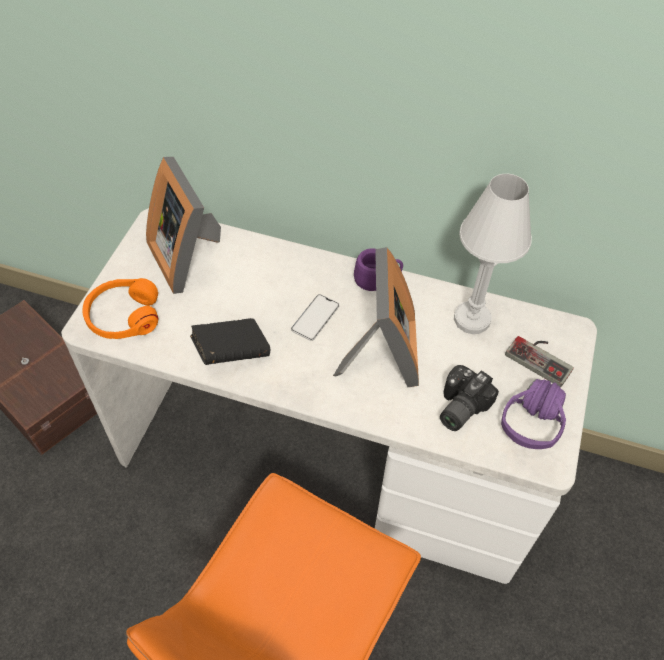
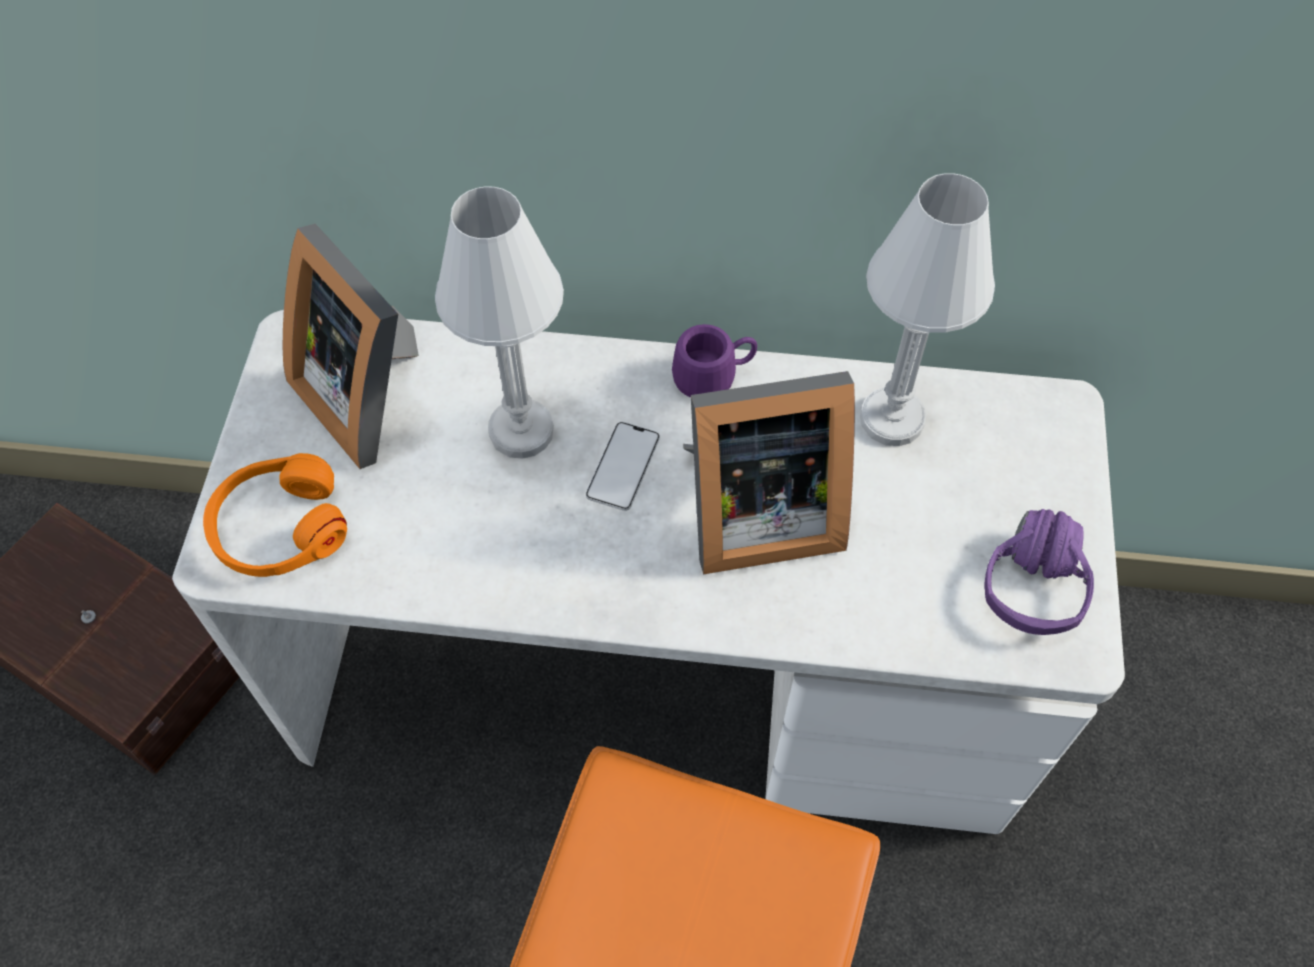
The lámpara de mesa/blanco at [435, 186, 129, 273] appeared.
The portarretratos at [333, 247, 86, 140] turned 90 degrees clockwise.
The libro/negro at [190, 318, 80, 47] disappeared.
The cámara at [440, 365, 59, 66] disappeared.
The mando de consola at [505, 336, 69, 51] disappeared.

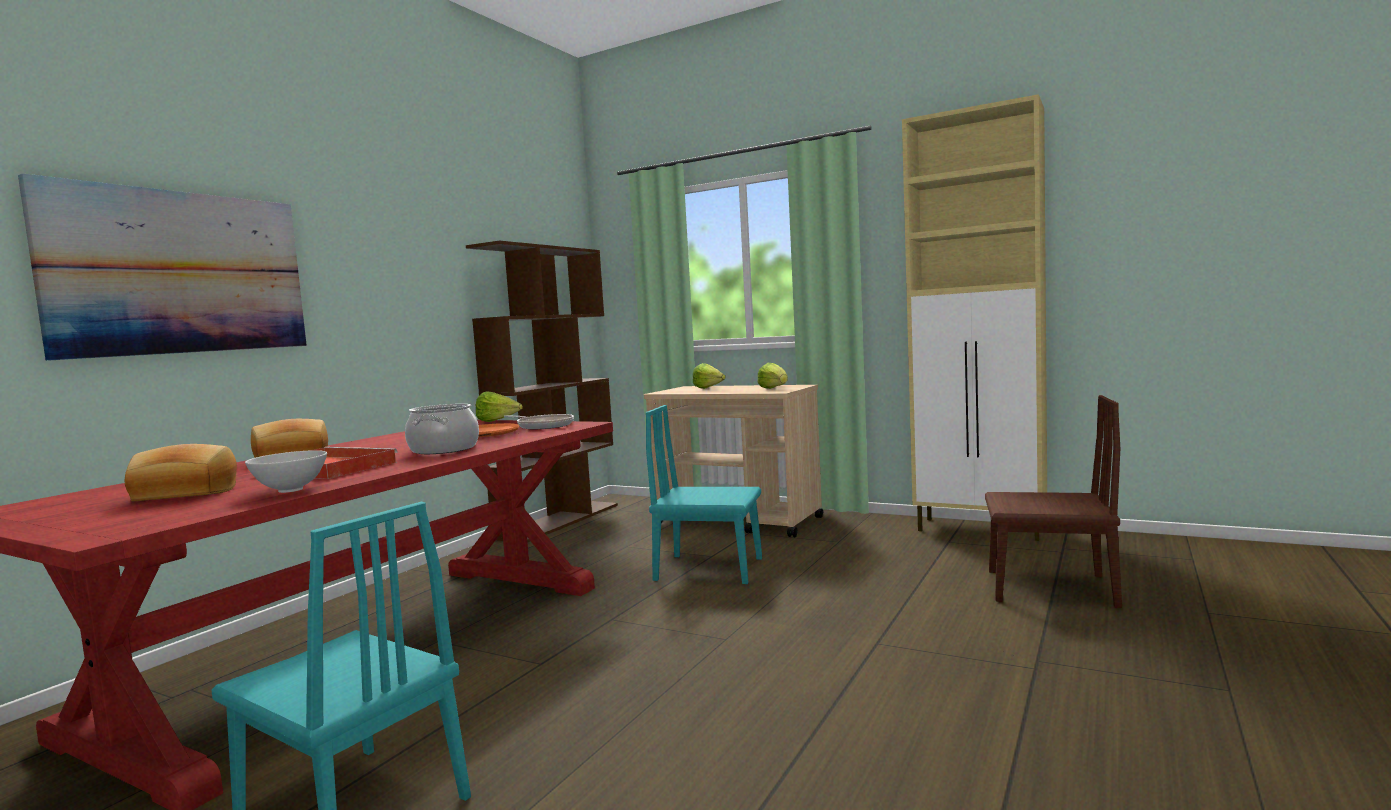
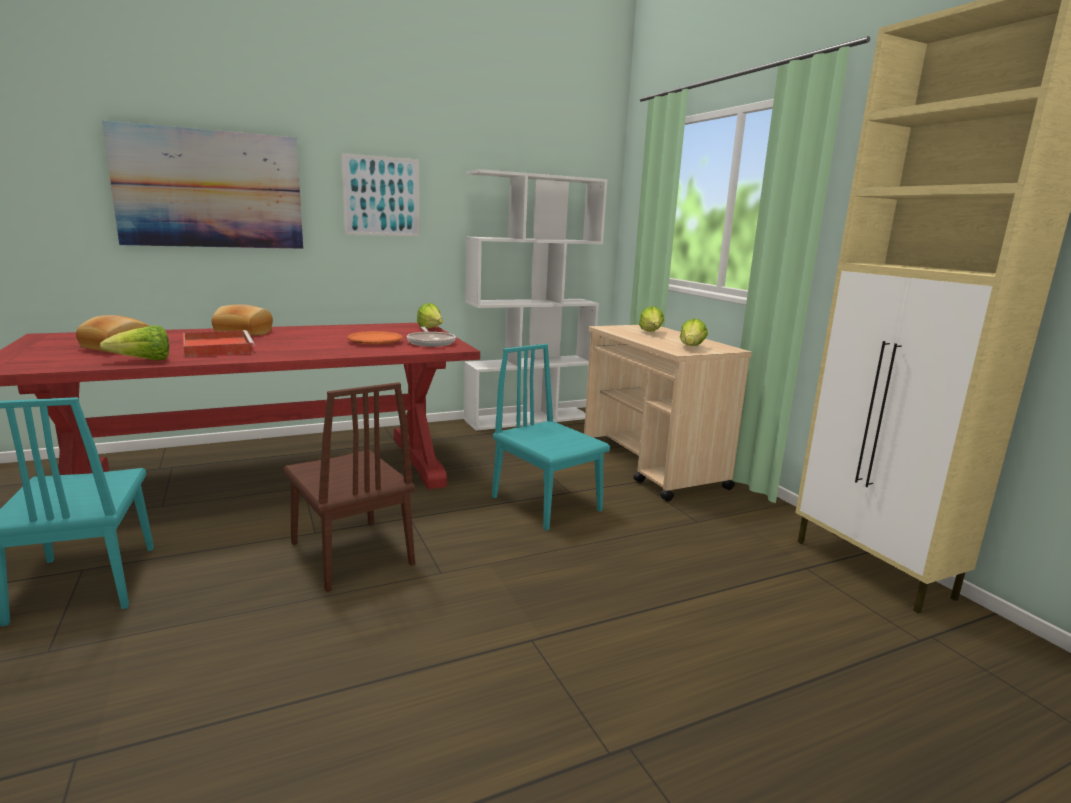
The cuenco/blanco at [245, 450, 82, 43] was replaced by the lechuga at [100, 325, 69, 36].
The silla/marrón moved from [985, 395, 137, 213] to [283, 382, 132, 210].
The cuadro at [341, 153, 79, 84] appeared.
The estantería/marrón at [466, 241, 152, 302] became the estantería/blanco at [464, 169, 144, 262].
The olla at [405, 404, 74, 50] disappeared.

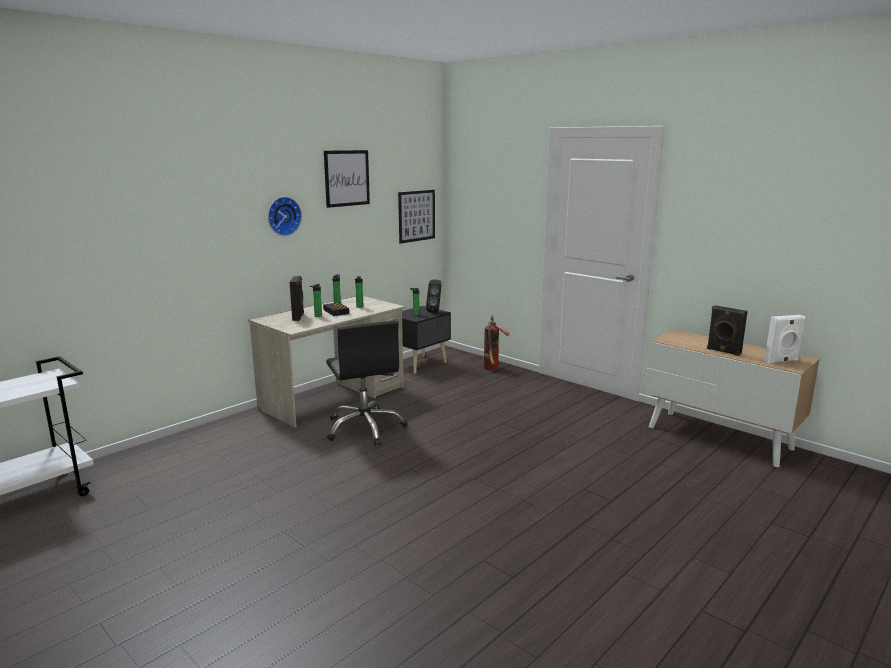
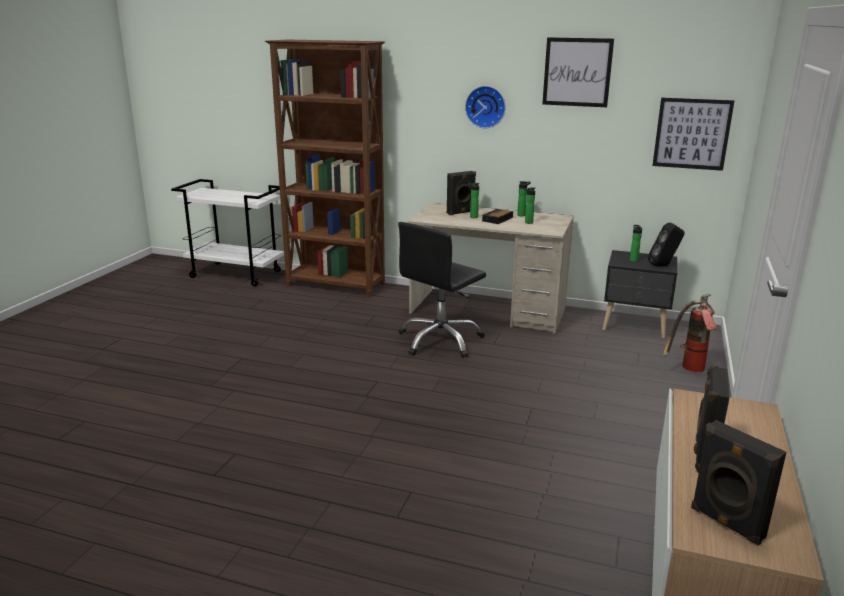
The estantería/marrón at [265, 40, 120, 258] appeared.
The altavoz/blanco at [764, 315, 42, 49] became the altavoz/negro at [691, 420, 96, 126].

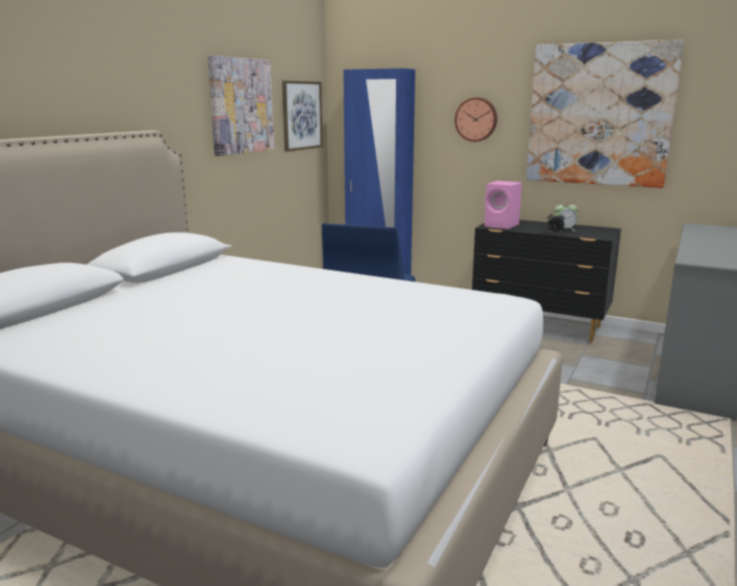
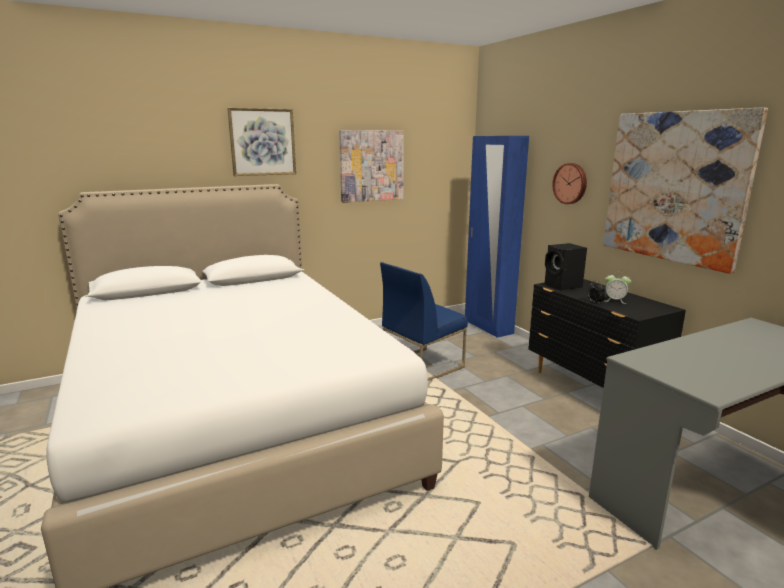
The cuadro moved from [282, 81, 41, 71] to [227, 108, 69, 68].
The altavoz/rosa at [484, 181, 38, 48] became the altavoz/negro at [545, 243, 42, 47].

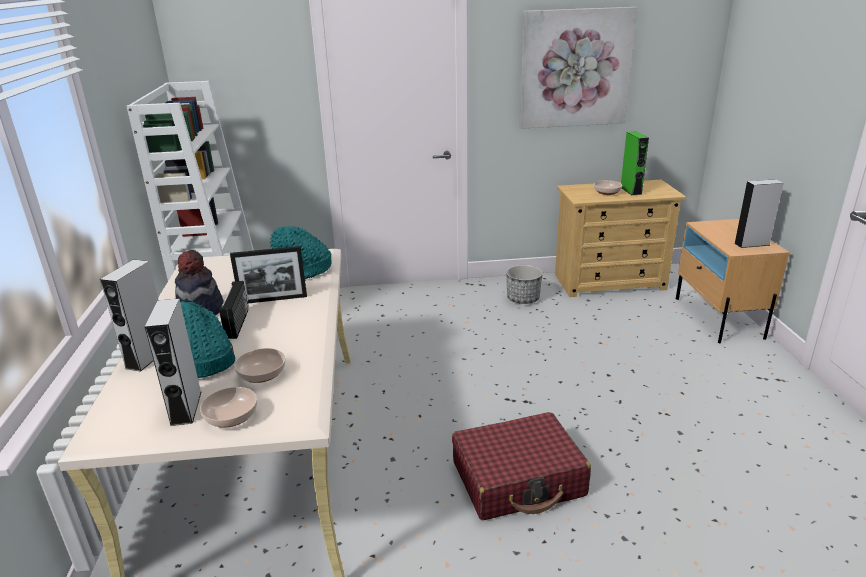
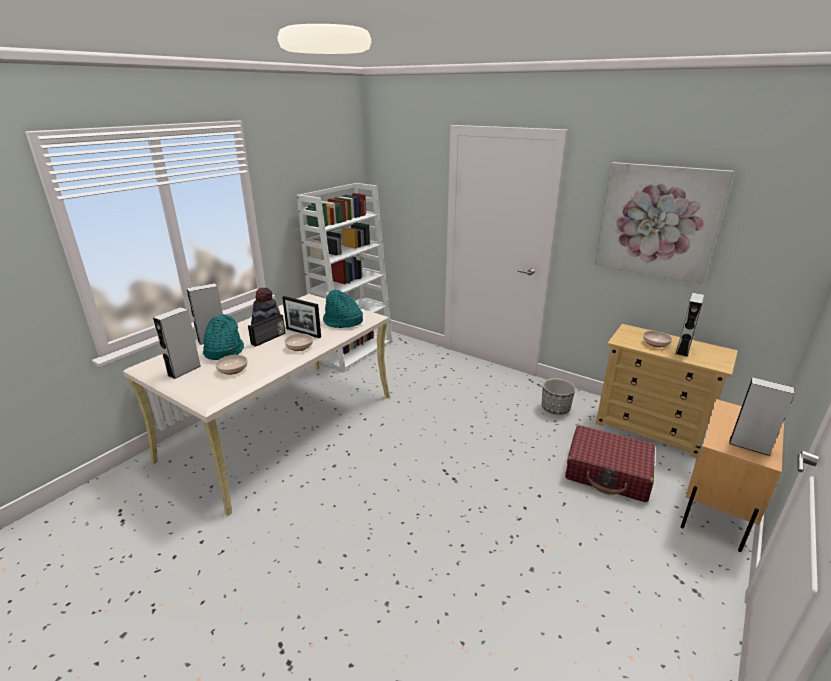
The cuenco moved from [200, 387, 57, 41] to [284, 334, 29, 17].
The maleta/rojo moved from [452, 412, 139, 108] to [565, 425, 90, 77].
The altavoz/verde at [621, 131, 28, 65] became the altavoz/gris at [676, 293, 28, 64].

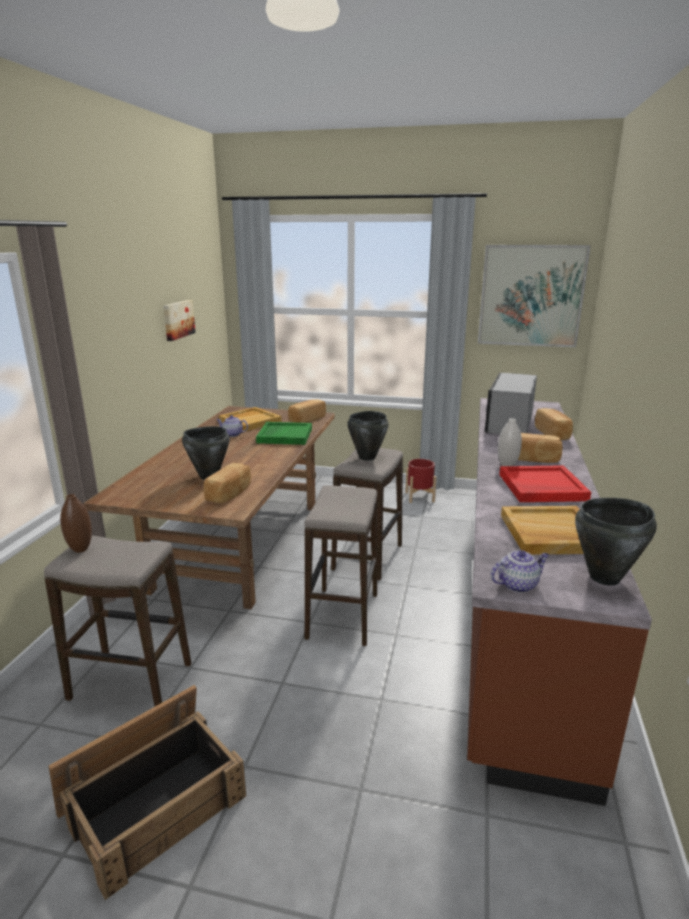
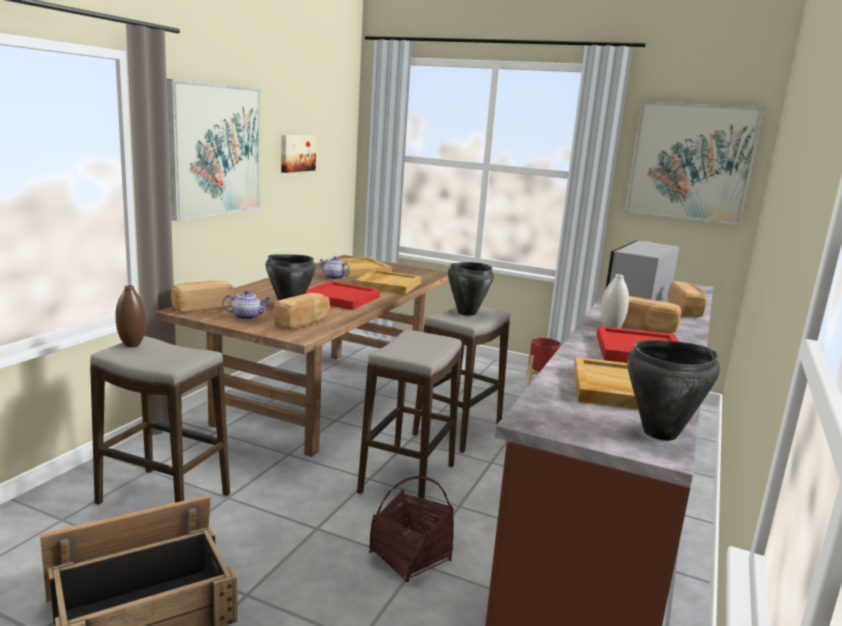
The cuadro at [167, 79, 94, 142] appeared.
The pan moved from [288, 399, 38, 24] to [171, 281, 63, 32].
The tetera moved from [491, 550, 58, 43] to [222, 290, 48, 30].
The bandeja/rojo at [306, 281, 74, 29] appeared.
The bandeja/verde at [256, 422, 56, 23] became the bandeja/beis at [355, 270, 66, 25].
The cesta at [369, 476, 85, 106] appeared.

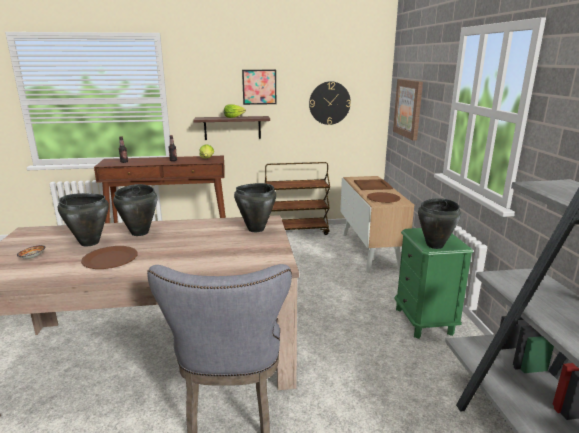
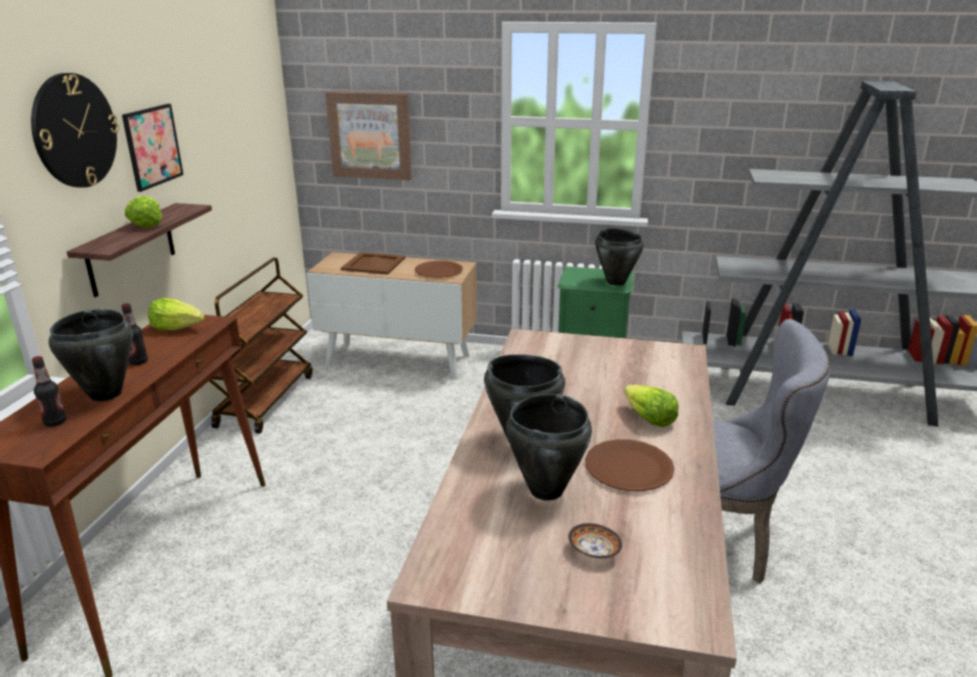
The reloj de pared moved from [309, 81, 42, 44] to [31, 73, 88, 115].
The olla/negro moved from [234, 183, 42, 49] to [49, 309, 84, 93].
The lechuga at [624, 385, 55, 42] appeared.

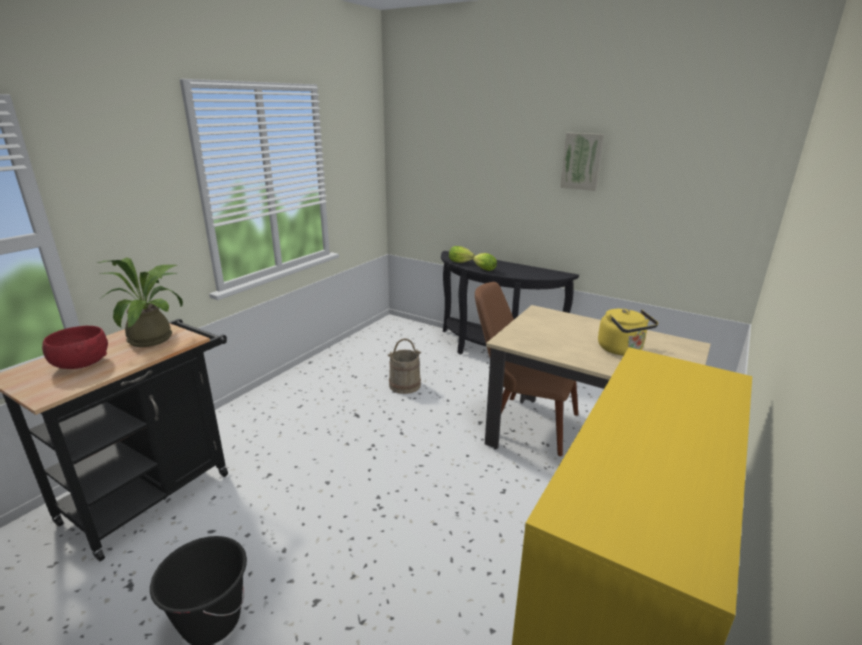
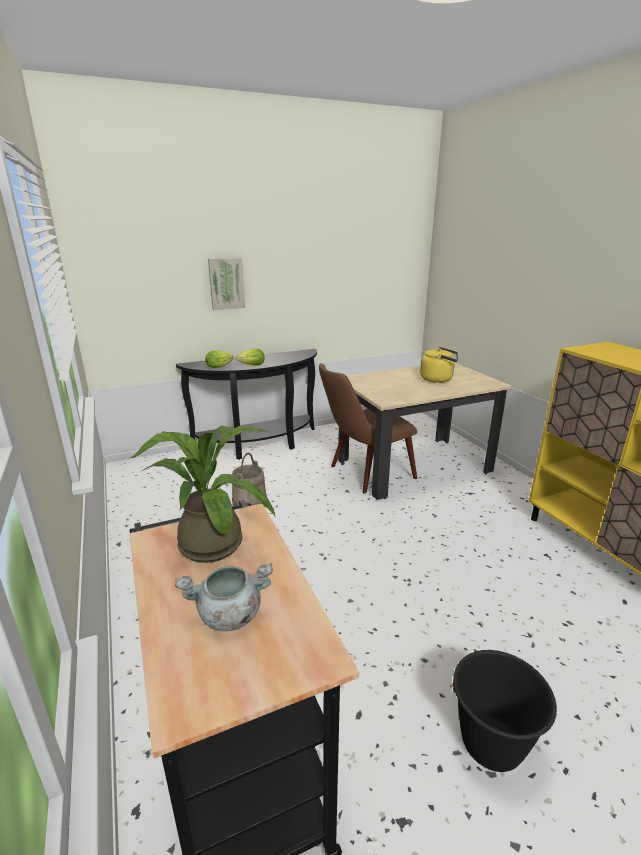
The cuenco/rojo at [42, 326, 66, 43] was replaced by the olla/gris at [175, 563, 98, 68].
The cuadro moved from [560, 133, 44, 58] to [208, 258, 37, 52].

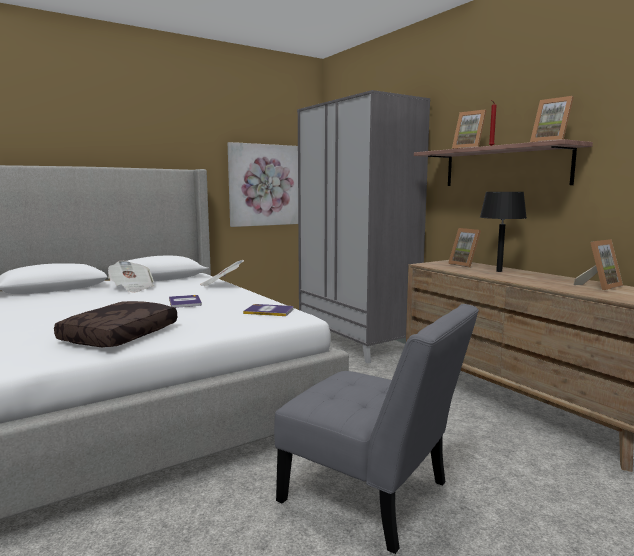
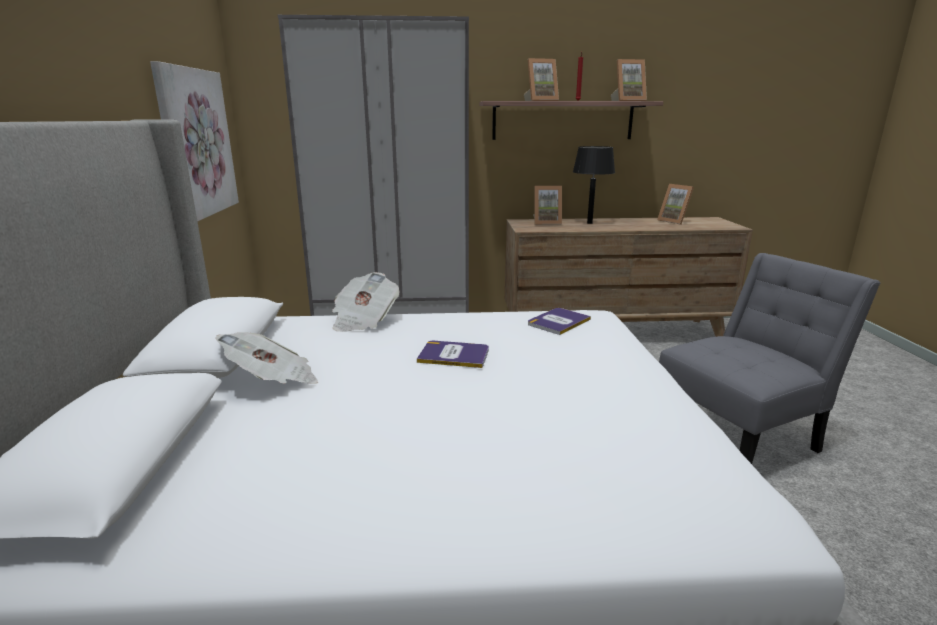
The portarretratos at [573, 239, 50, 51] turned 150 degrees clockwise.
The cojín/marrón at [54, 301, 123, 46] disappeared.

